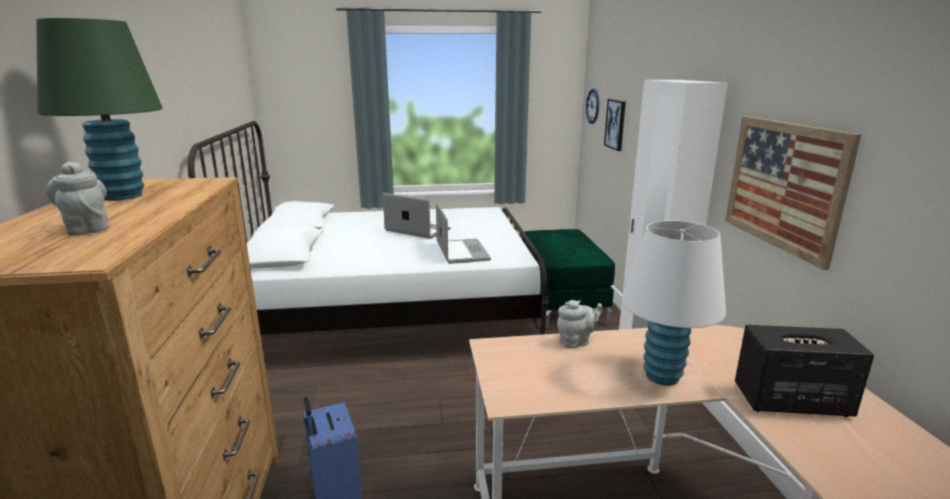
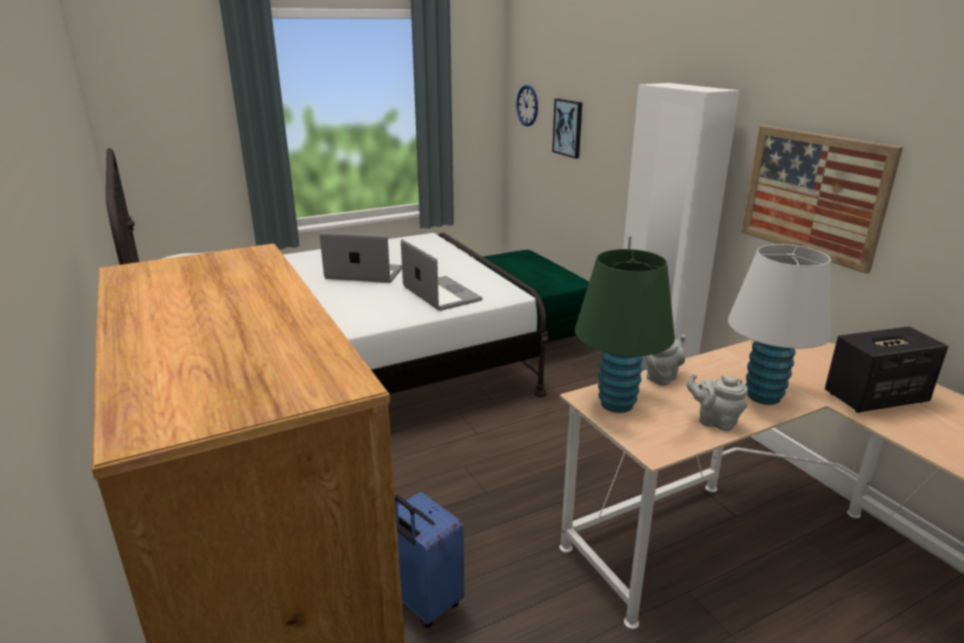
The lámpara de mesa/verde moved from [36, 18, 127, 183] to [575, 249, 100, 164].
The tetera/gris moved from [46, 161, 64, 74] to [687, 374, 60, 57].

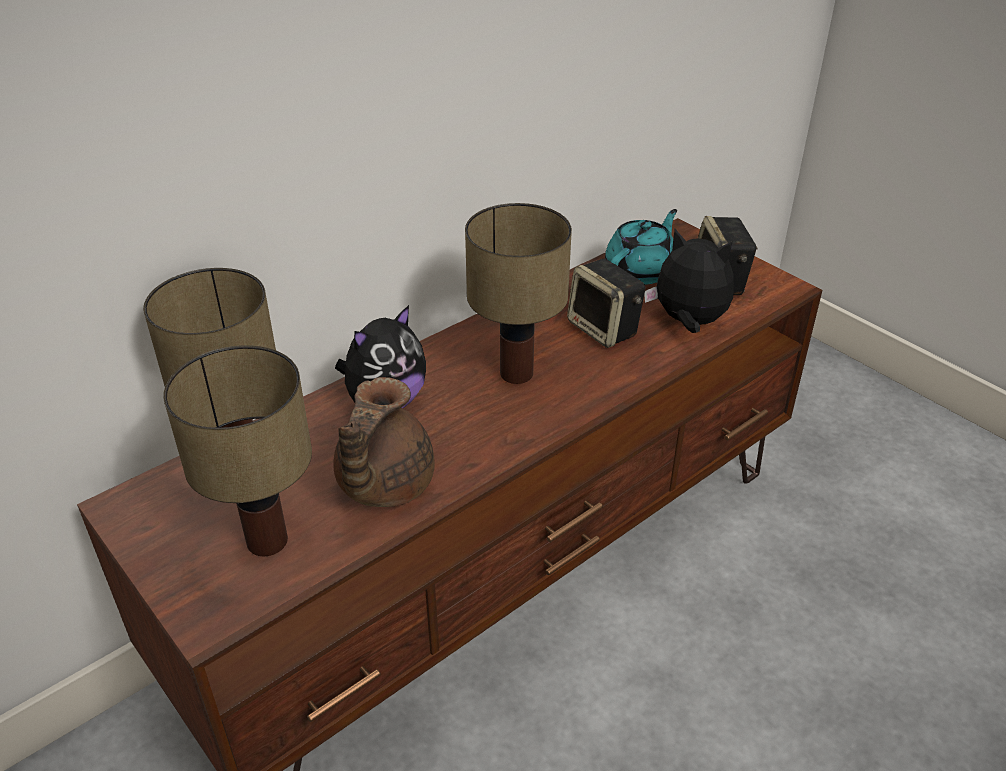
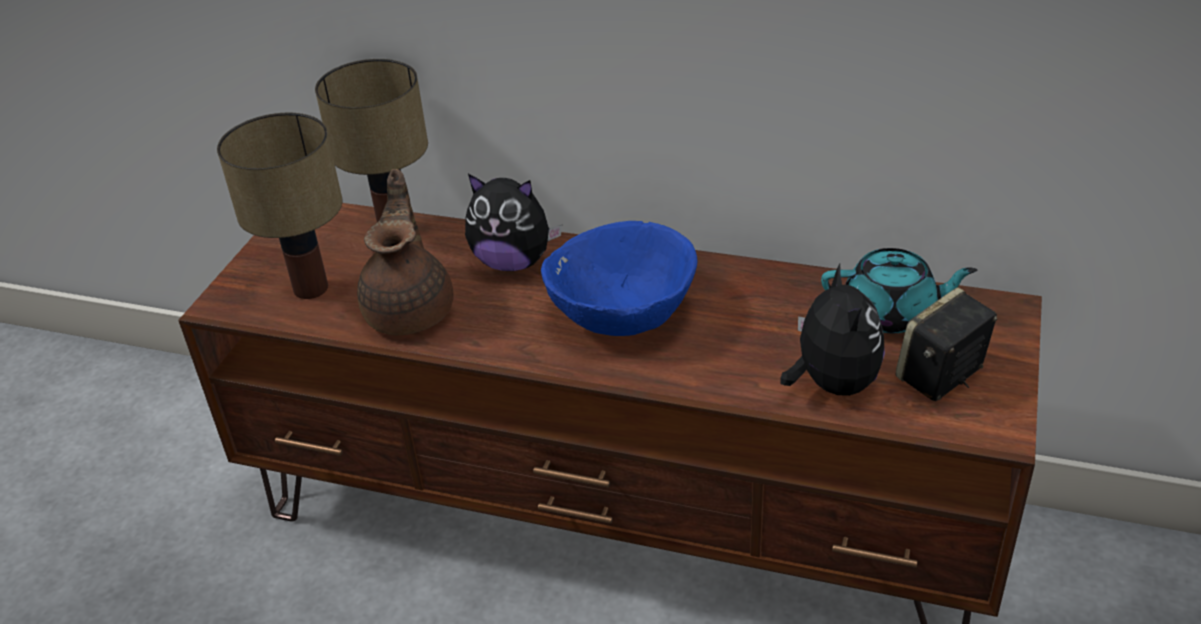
The tetera/marrón at [333, 377, 102, 130] turned 105 degrees clockwise.
The lámpara de mesa at [465, 203, 107, 181] was replaced by the cuenco/azul at [541, 221, 157, 115].
The altavoz at [567, 259, 79, 89] disappeared.

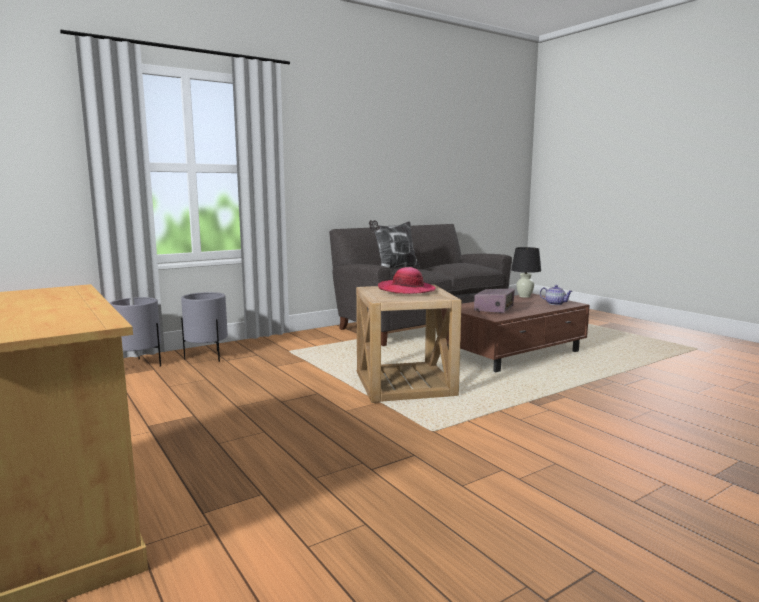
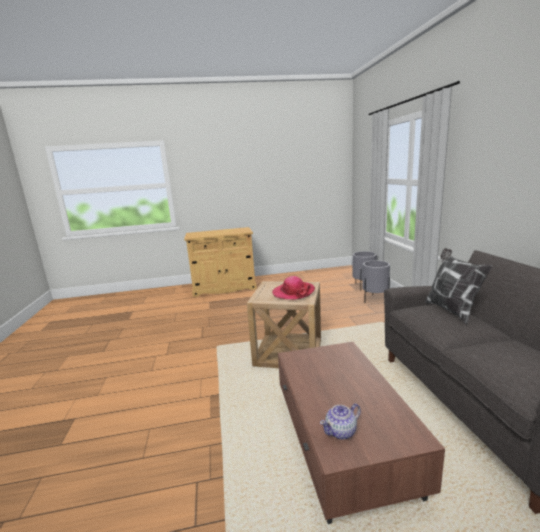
The radio at [474, 289, 41, 24] disappeared.
The lámpara de mesa/negro at [511, 247, 30, 51] disappeared.

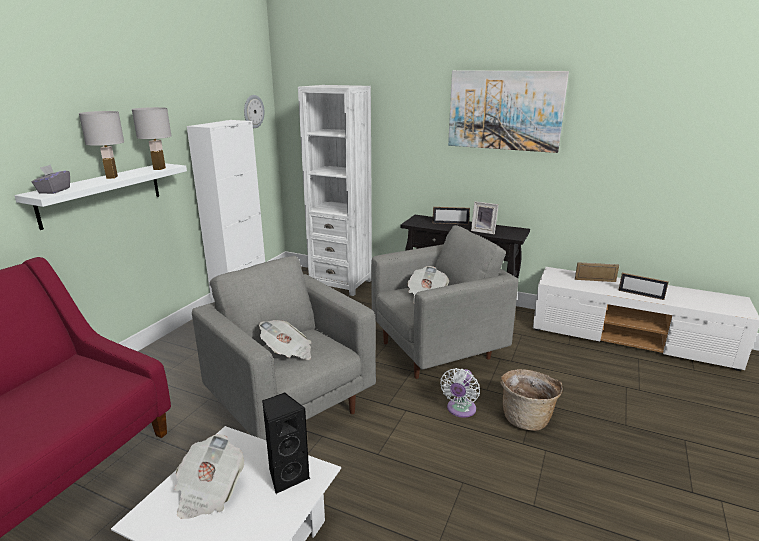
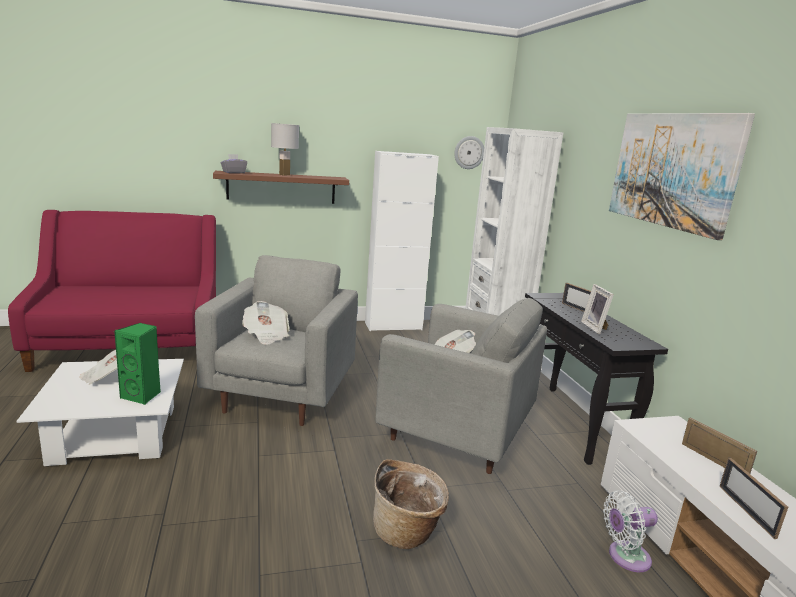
The altavoz/negro at [262, 392, 48, 102] became the altavoz/verde at [114, 323, 47, 82].
The estante/blanco at [14, 163, 173, 67] became the estante/marrón at [213, 171, 136, 33].
The ventilador/blanco moved from [440, 368, 40, 50] to [603, 490, 55, 82].
The lámpara de mesa/blanco at [132, 107, 40, 63] disappeared.

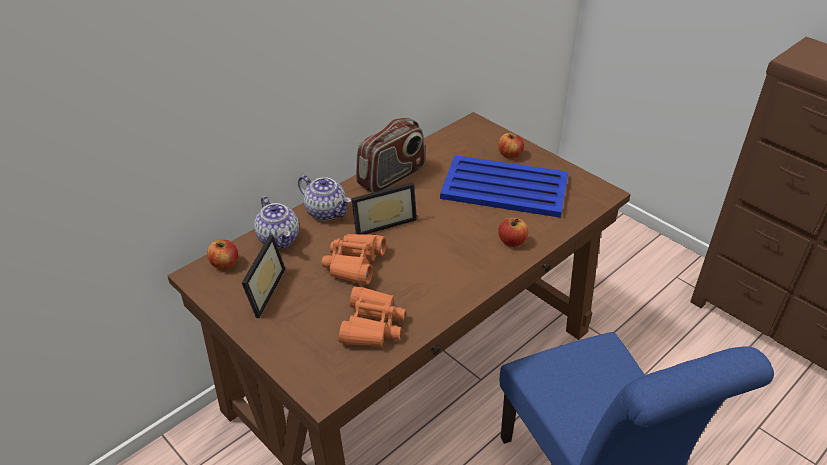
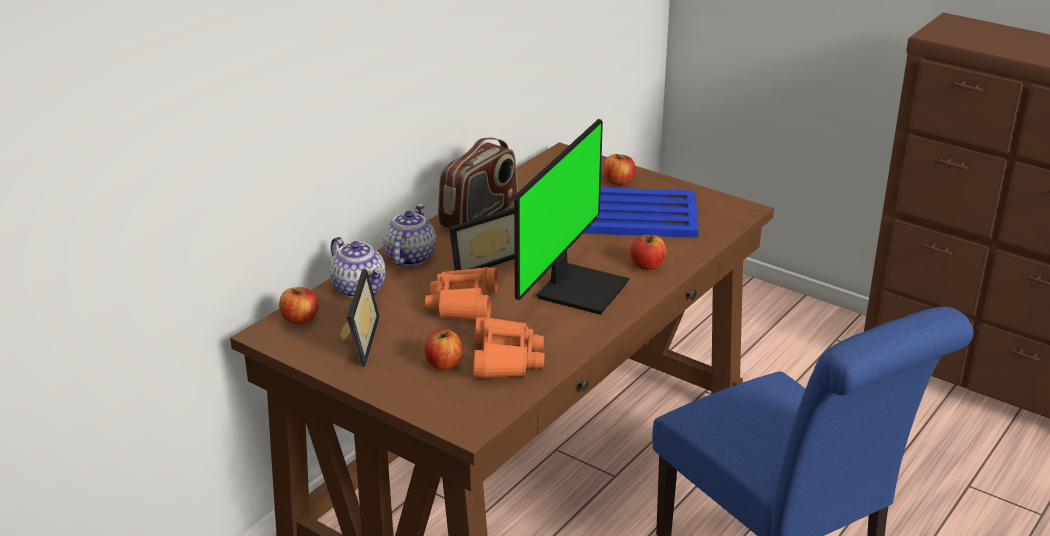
The tetera at [298, 175, 53, 46] turned 105 degrees counterclockwise.
The manzana at [424, 329, 38, 41] appeared.
The monitor at [514, 119, 115, 196] appeared.

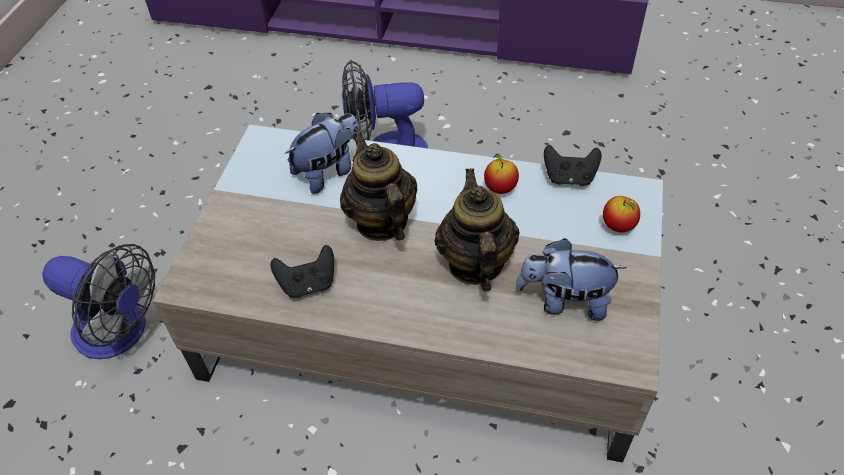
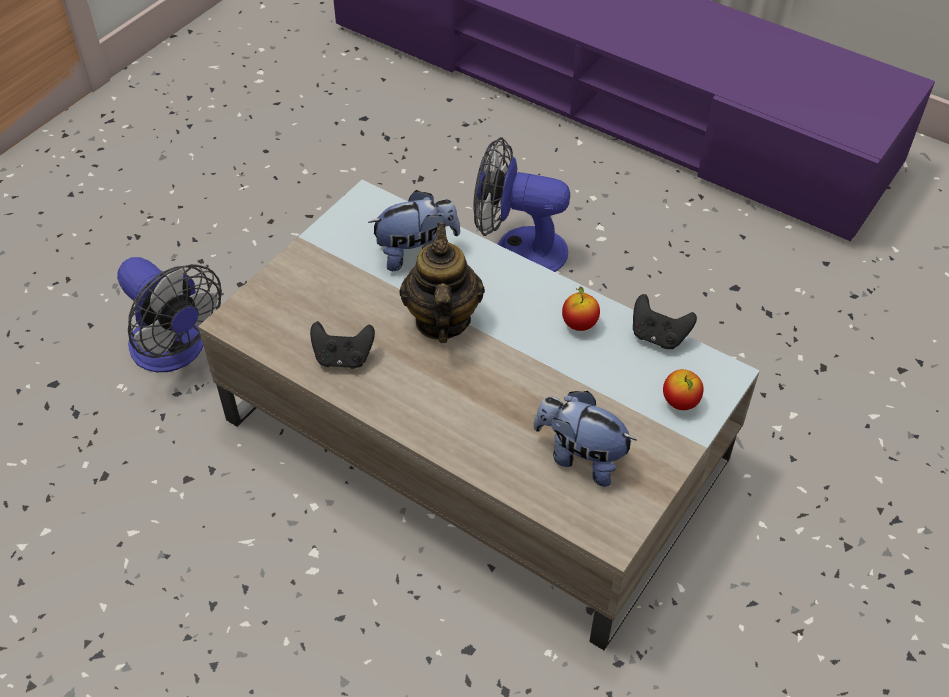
The tetera at [435, 168, 84, 123] disappeared.

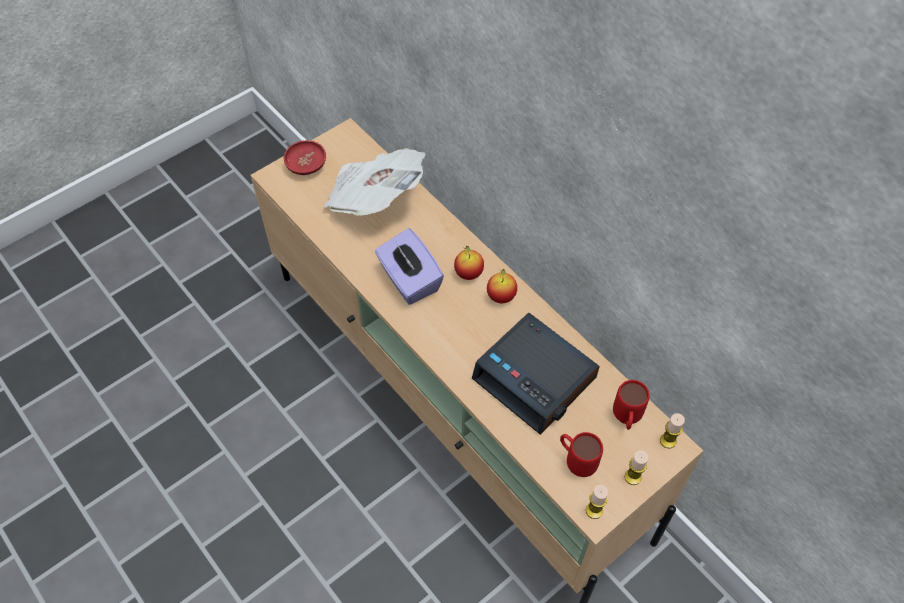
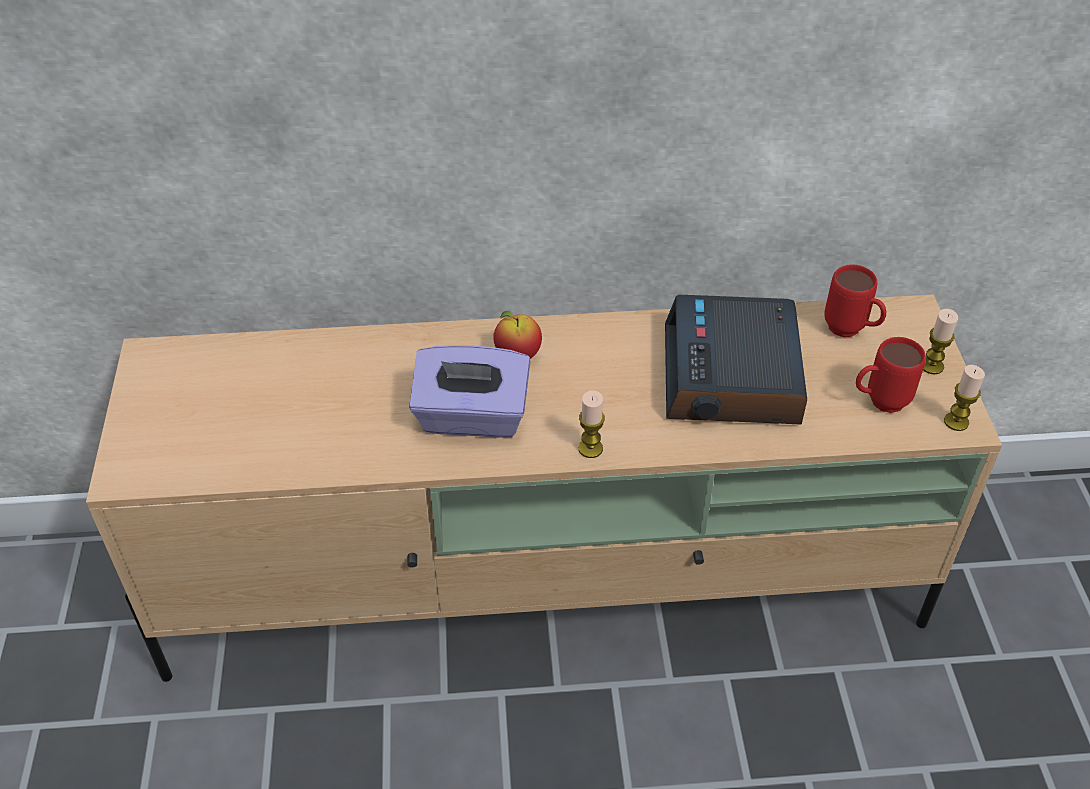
The vela moved from [660, 413, 25, 36] to [578, 391, 27, 67].
The despertador at [472, 313, 128, 122] turned 105 degrees clockwise.
The cuenco/rojo at [284, 140, 42, 35] disappeared.
The periódico at [323, 148, 103, 68] disappeared.
The manzana at [487, 269, 30, 34] disappeared.

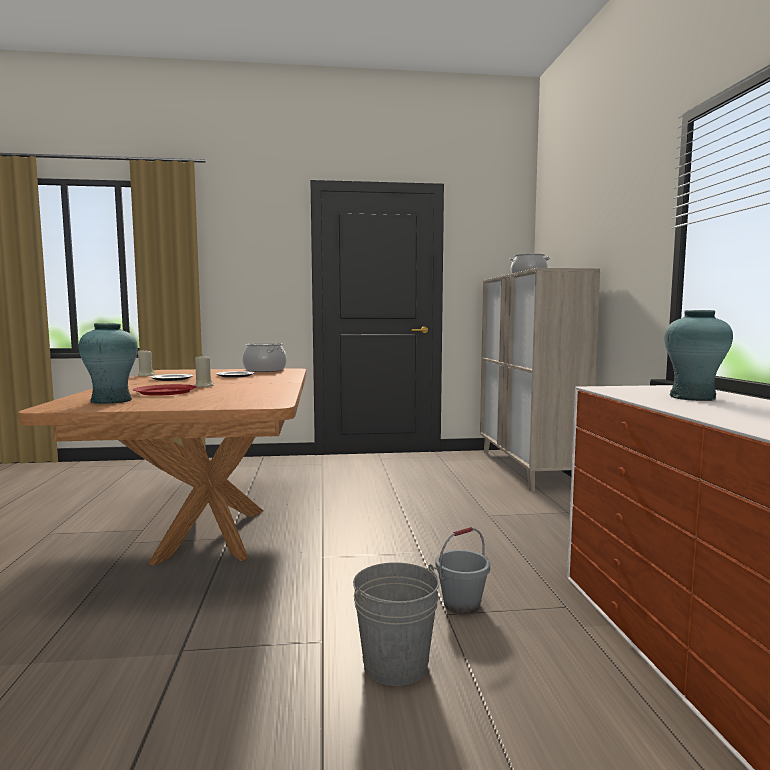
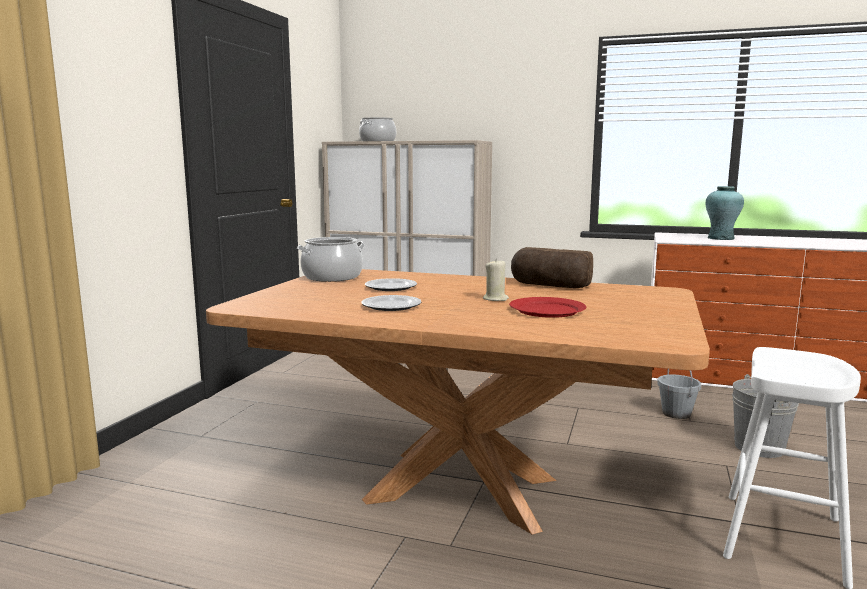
The pan at [511, 247, 82, 41] appeared.
The taburete/blanco at [723, 347, 138, 242] appeared.
The florero/turquesa at [79, 323, 59, 81] disappeared.
The vela/beis at [138, 350, 17, 26] disappeared.

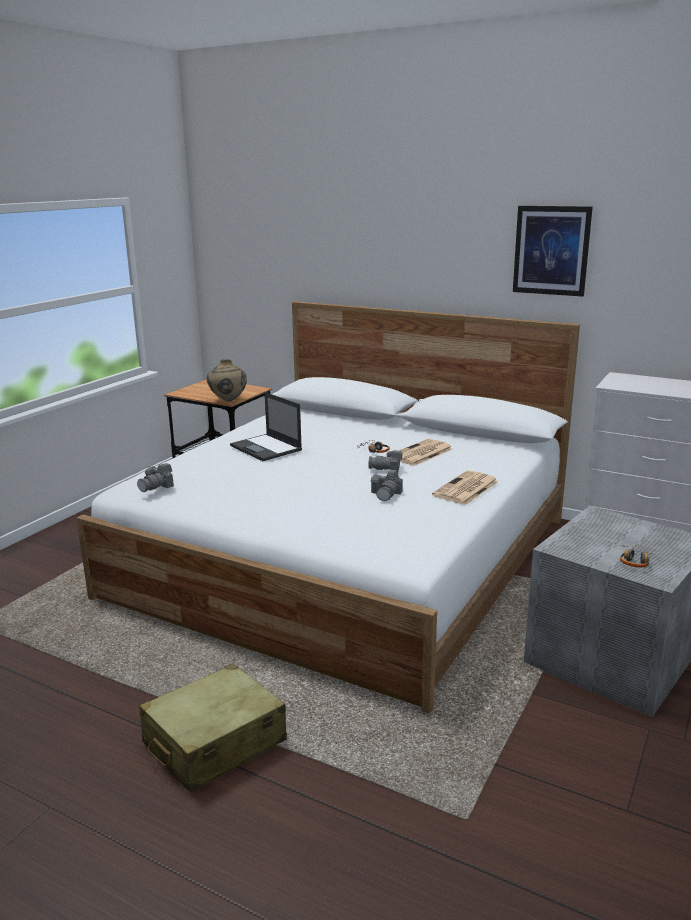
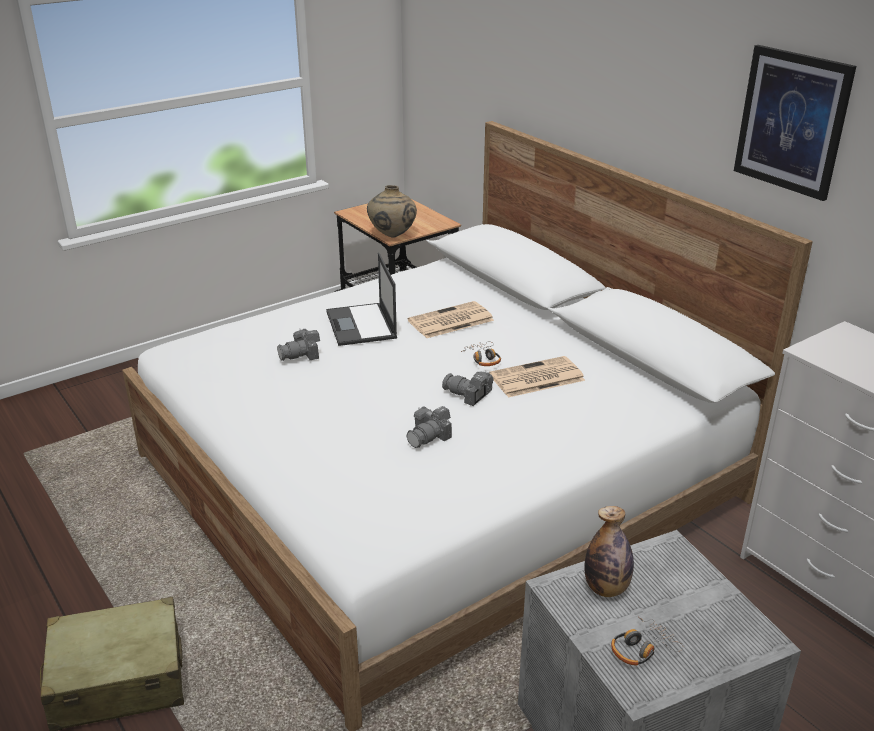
The cámara moved from [137, 463, 37, 29] to [277, 329, 43, 32].
The periódico moved from [432, 471, 67, 34] to [408, 301, 86, 37].
The botella at [584, 506, 50, 91] appeared.

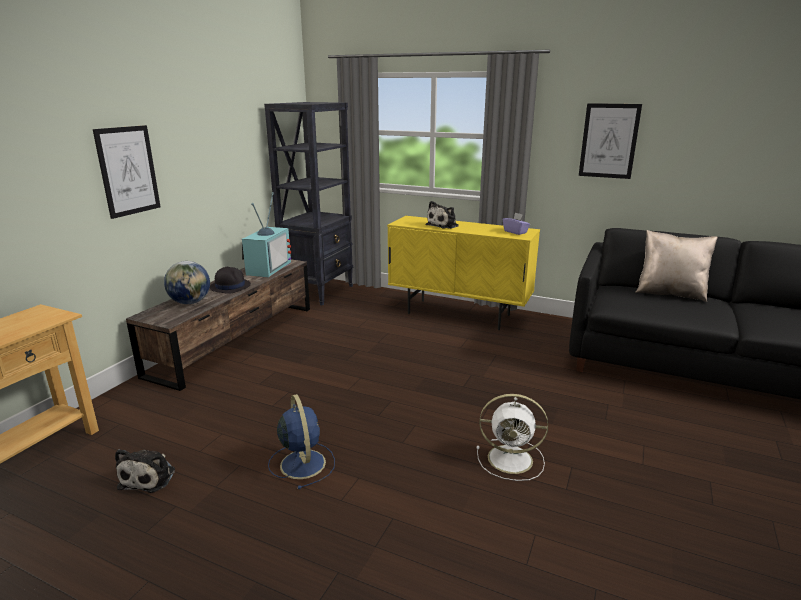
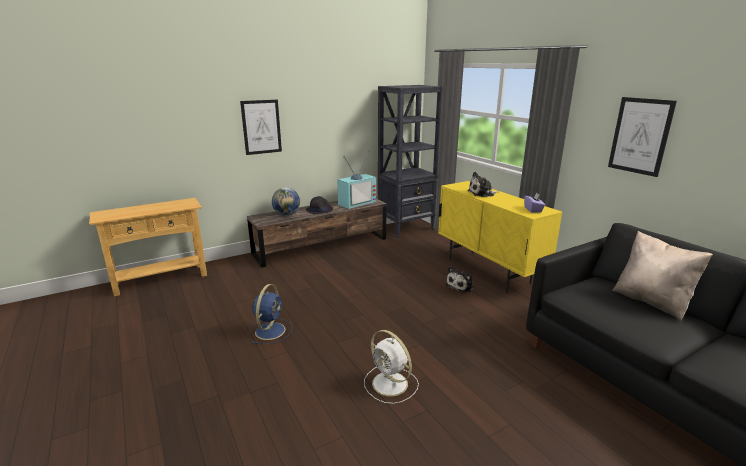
The peluche moved from [115, 449, 60, 44] to [445, 266, 29, 27].

